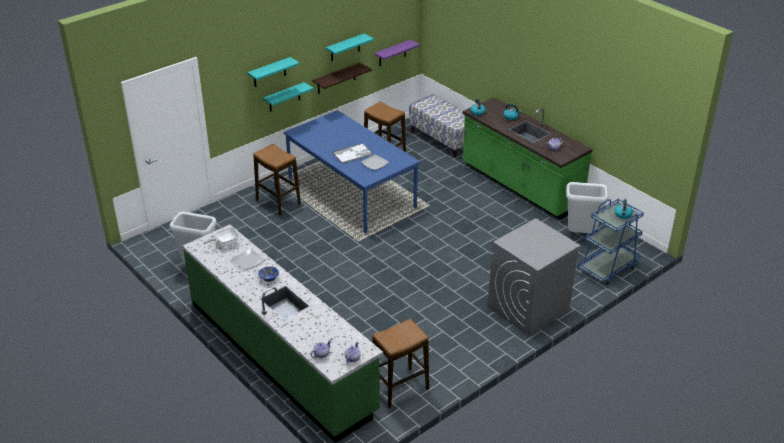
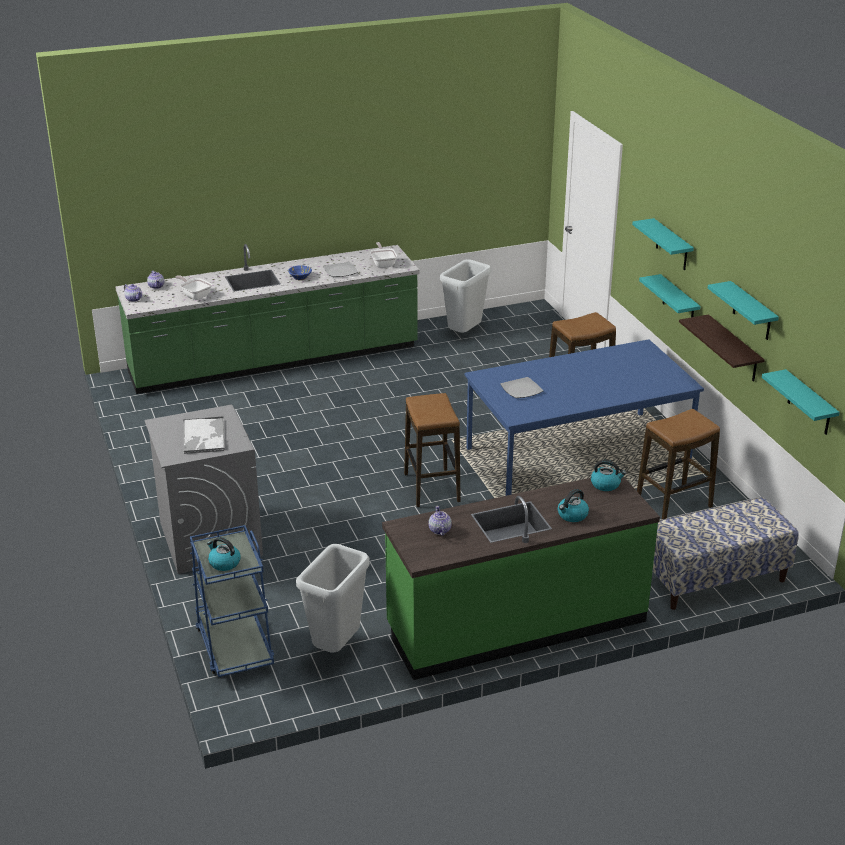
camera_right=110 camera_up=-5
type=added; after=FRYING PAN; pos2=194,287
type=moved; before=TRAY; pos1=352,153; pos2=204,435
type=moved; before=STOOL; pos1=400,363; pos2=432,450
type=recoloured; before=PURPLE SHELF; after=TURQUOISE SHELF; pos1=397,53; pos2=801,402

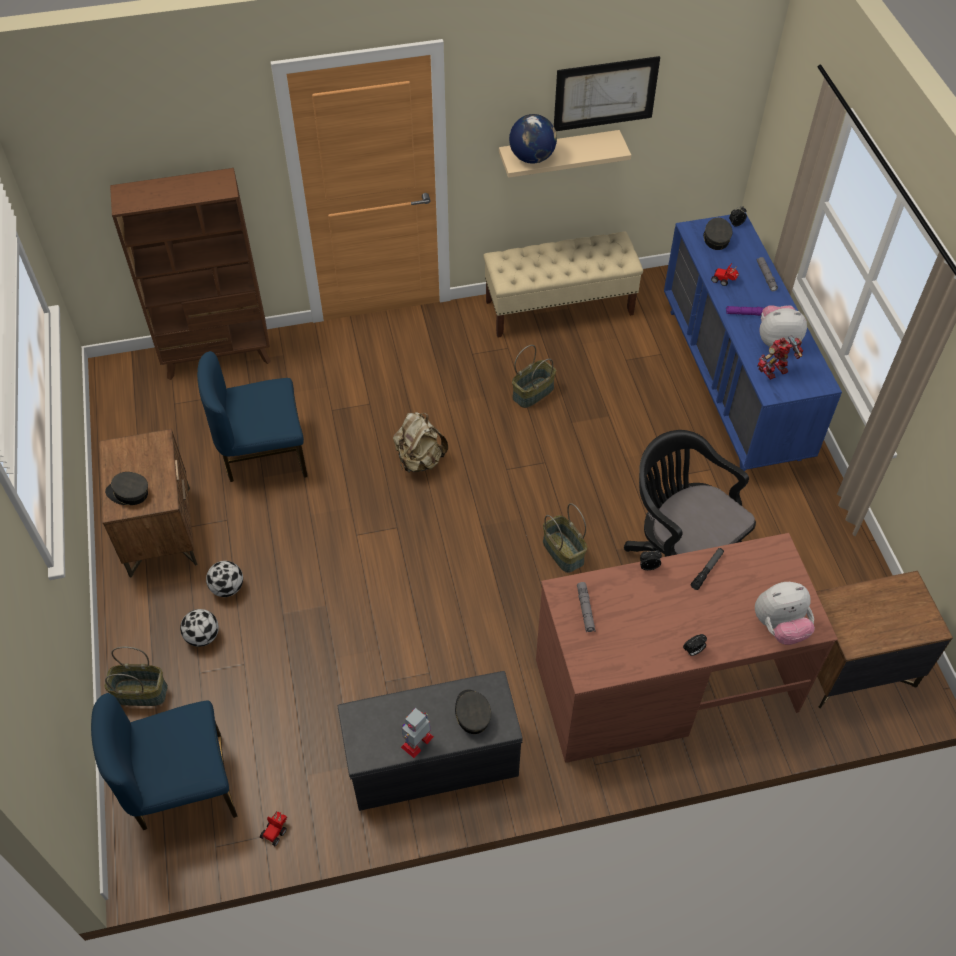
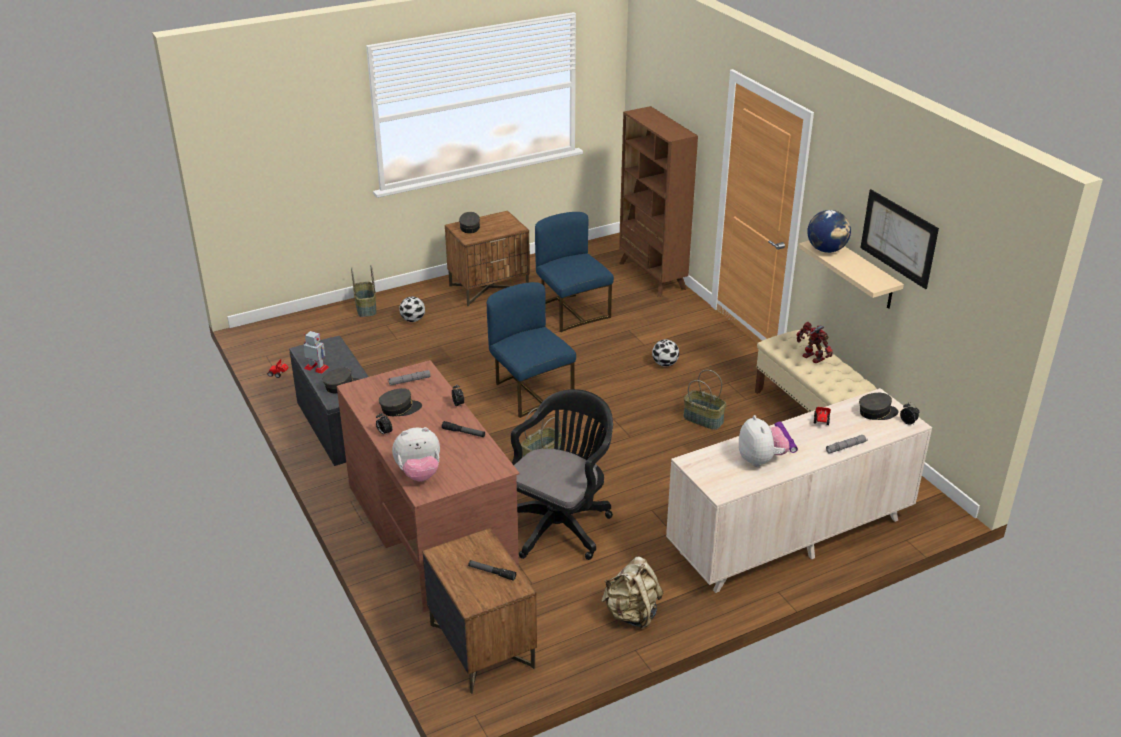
camera_right=75 camera_up=-20
type=added; after=GREY CAP; pos2=400,402
type=turned; before=PLUSH TOY; pos1=785,613; pos2=416,454; turn=-75
type=added; after=FLASHLIGHT; pos2=492,570
type=moved; before=BLUE CHAIR; pos1=164,761; pos2=531,350
type=moved; before=BEIGE BACKPACK; pos1=420,442; pos2=632,592
type=moved; before=FOOTBALL; pos1=224,579; pos2=665,353
type=recoloured; before=BLUE DRESSER; after=BEIGE DRESSER; pos1=753,341; pos2=799,490
type=moved; before=TOY ROBOT; pos1=780,357; pos2=814,342

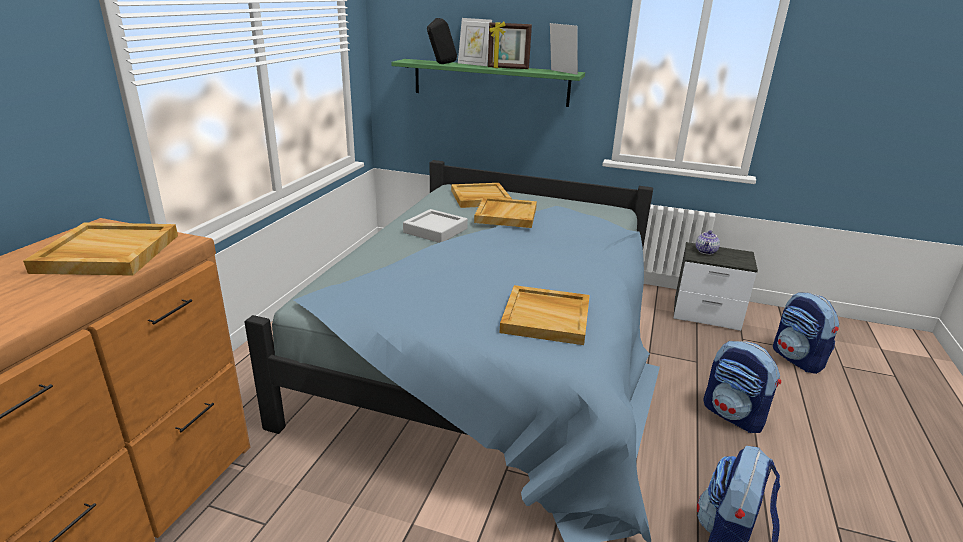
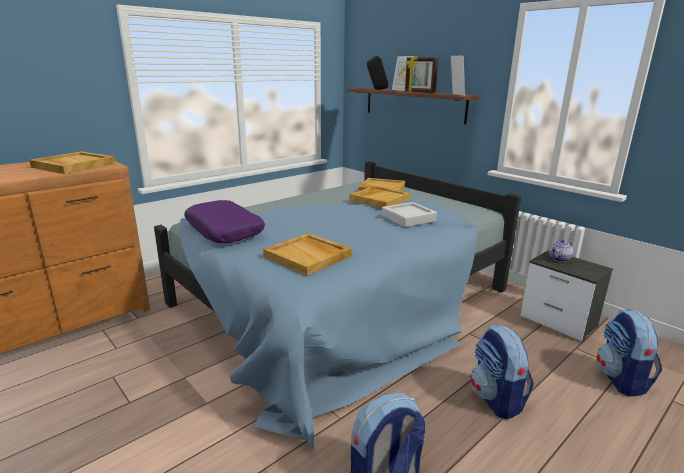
camera_right=30 camera_up=-5
type=added; after=PURPLE PILLOW; pos2=224,221
type=recoloured; before=GREEN SHELF; after=BROWN SHELF; pos1=488,83; pos2=413,106
type=moved; before=GREY TRAY; pos1=435,226; pos2=409,214

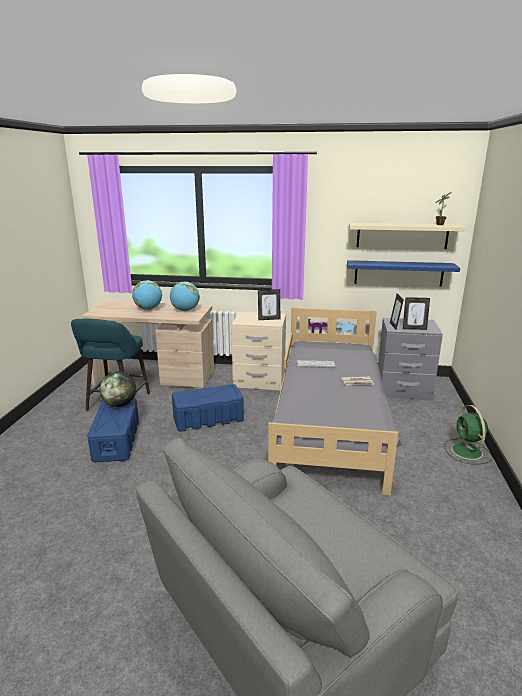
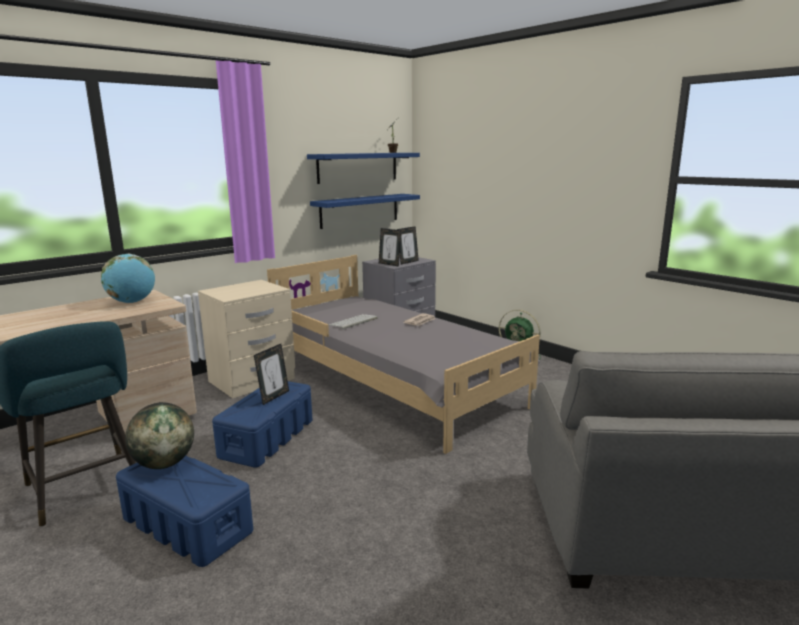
camera_right=-50 camera_up=-5
type=moved; before=PICTURE FRAME; pos1=269,304; pos2=271,374
type=recoloured; before=BEIGE SHELF; after=BLUE SHELF; pos1=407,235; pos2=363,168
type=removed; before=GLOBE; pos1=147,295

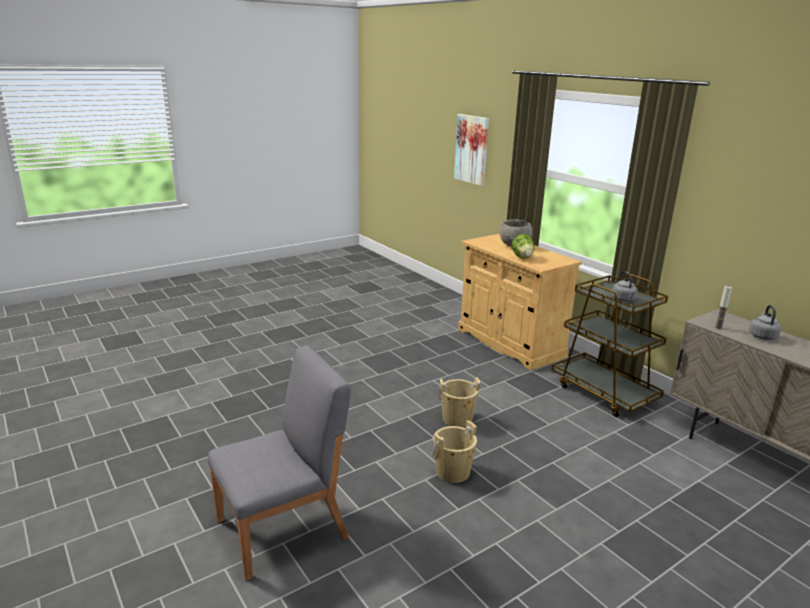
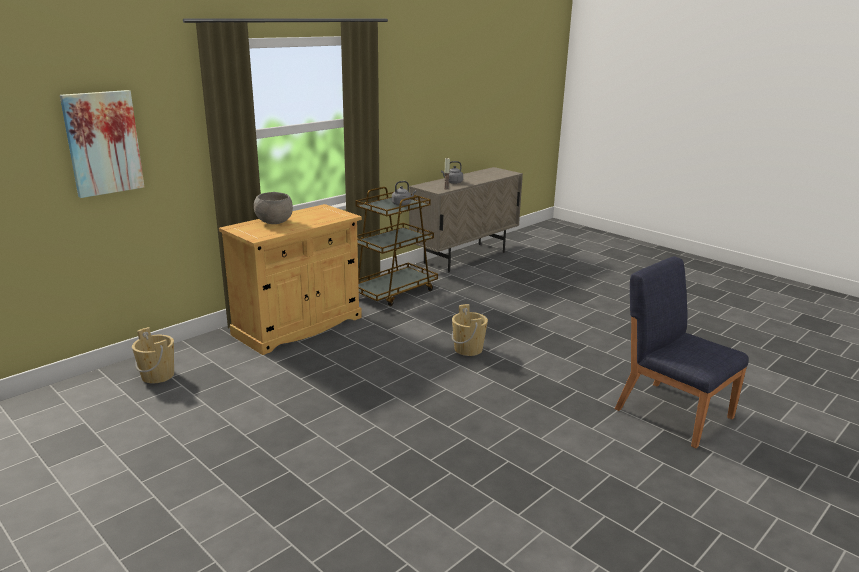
camera_right=-100 camera_up=0
type=moved; before=BEIGE BUCKET; pos1=454,451; pos2=153,355
type=recoloured; before=GREY CHAIR; after=BLUE CHAIR; pos1=279,462; pos2=681,352
type=removed; before=LETTUCE; pos1=523,246

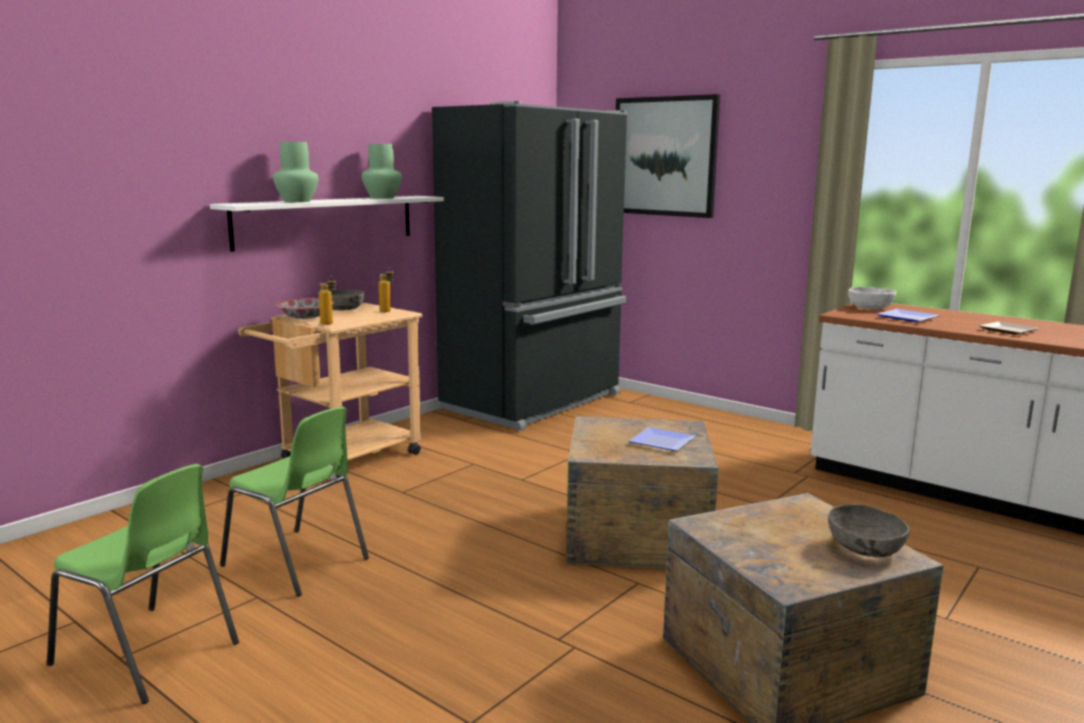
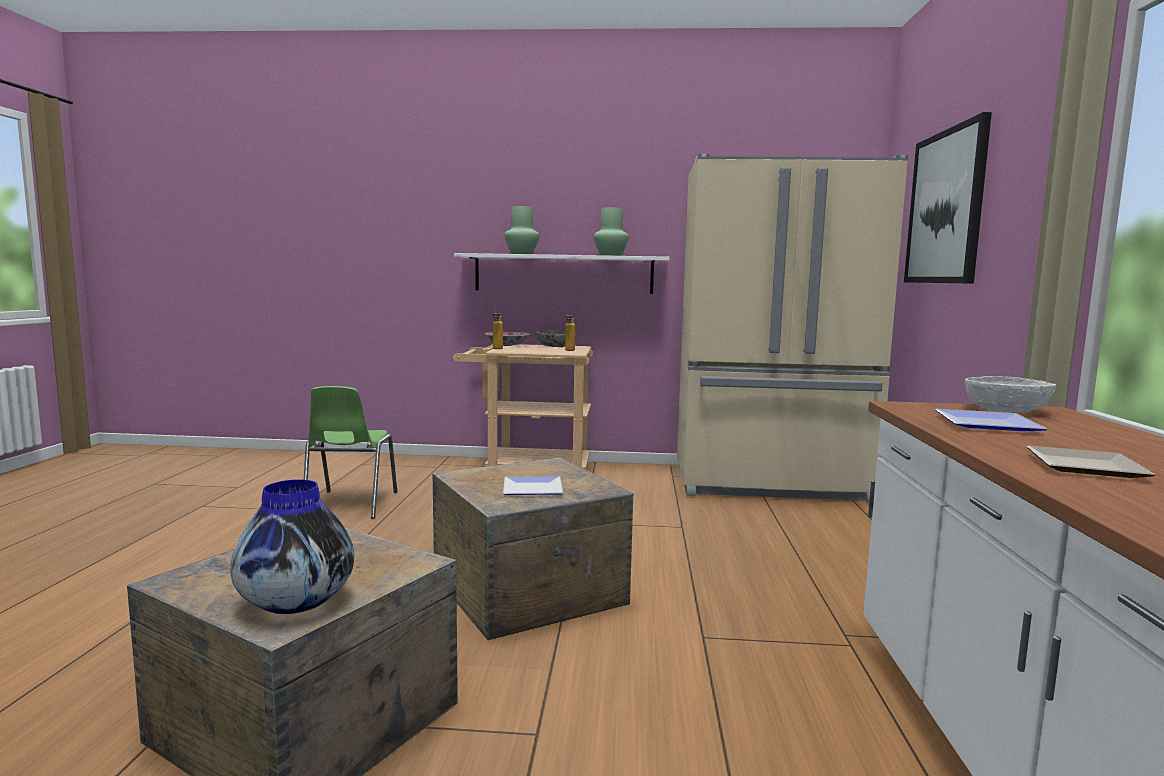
camera_right=55 camera_up=-5
type=replaced; before=GREY BOWL; after=VASE; pos1=868,531; pos2=292,546
type=recoloured; before=BLACK FRIDGE; after=BEIGE FRIDGE; pos1=530,265; pos2=792,328
type=removed; before=GREEN CHAIR; pos1=143,584

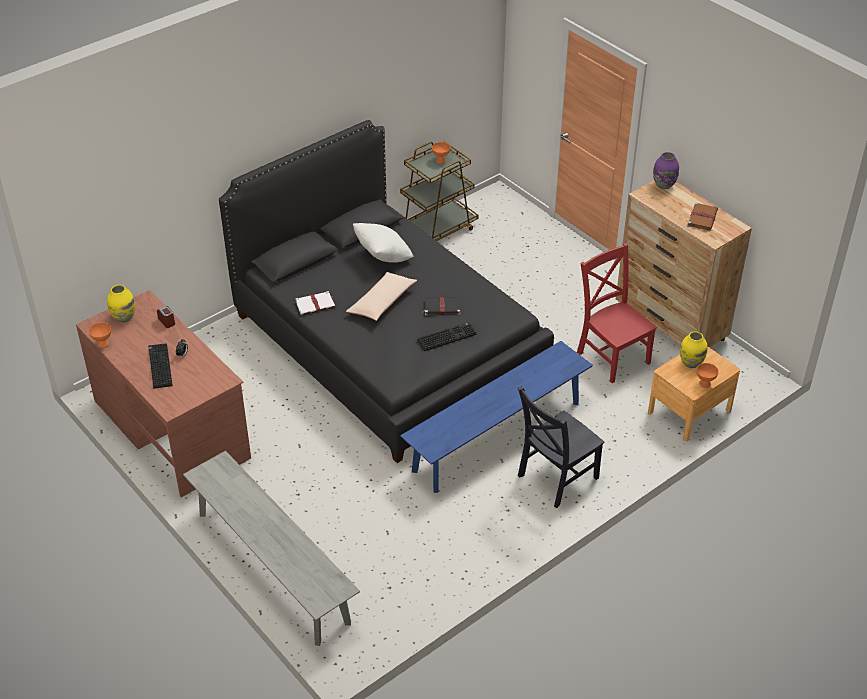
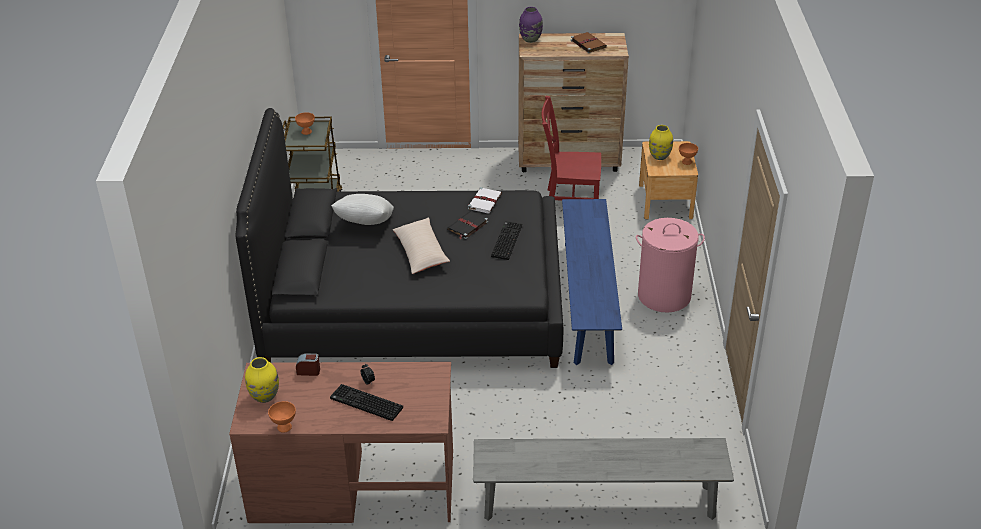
camera_right=-50 camera_up=-5
type=moved; before=WHITE BOOK; pos1=315,303; pos2=485,200
type=replaced; before=BLACK CHAIR; after=PINK LAUNDRY BASKET; pos1=561,447; pos2=670,265

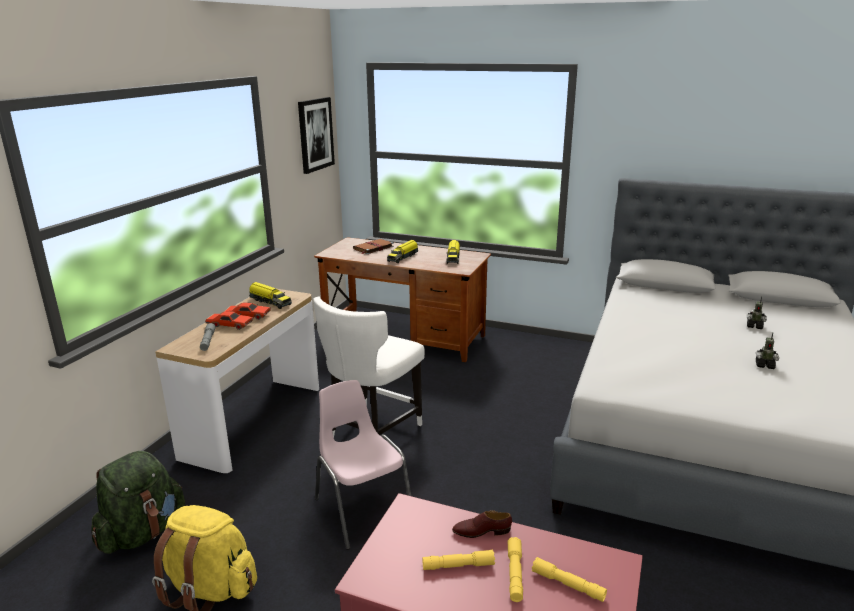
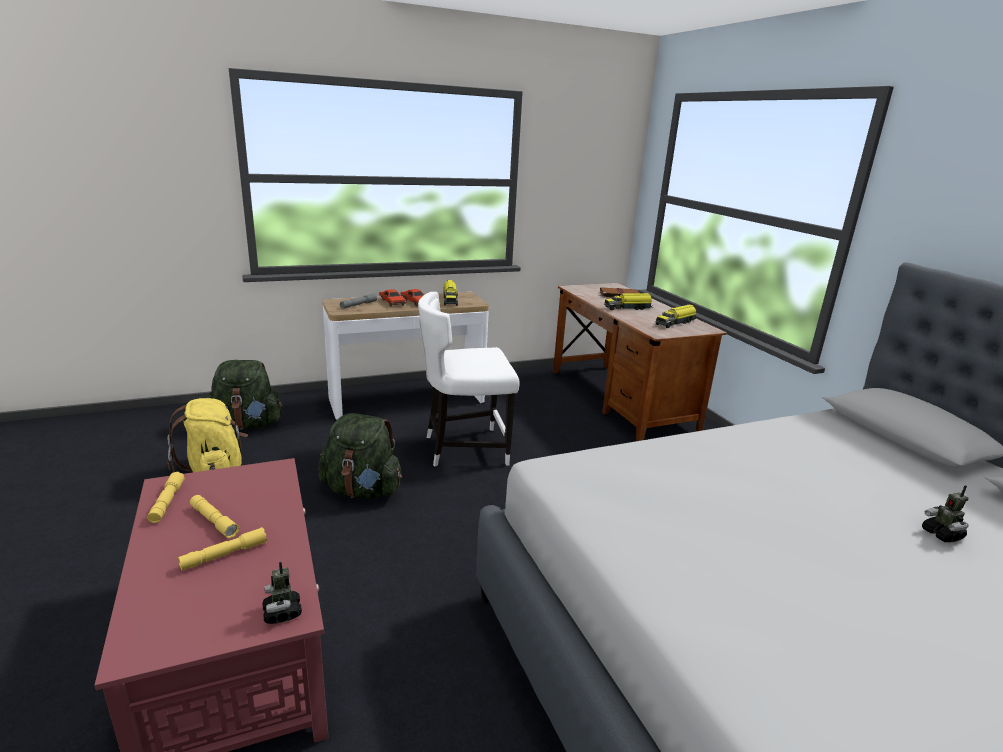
camera_right=45 camera_up=0
type=moved; before=YELLOW FLASHLIGHT; pos1=569,579; pos2=166,497
type=moved; before=TOY ROBOT; pos1=767,350; pos2=282,593
type=replaced; before=PINK CHAIR; after=GREEN BACKPACK; pos1=363,465; pos2=360,456
type=removed; before=PICTURE; pos1=316,135
type=removed; before=BROWN SHOE; pos1=482,524

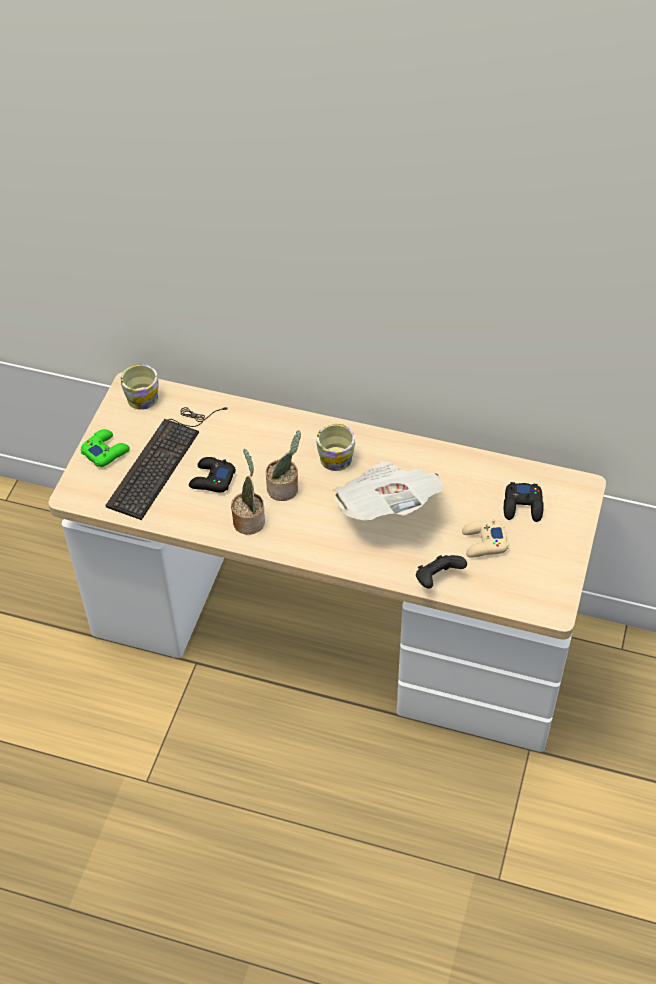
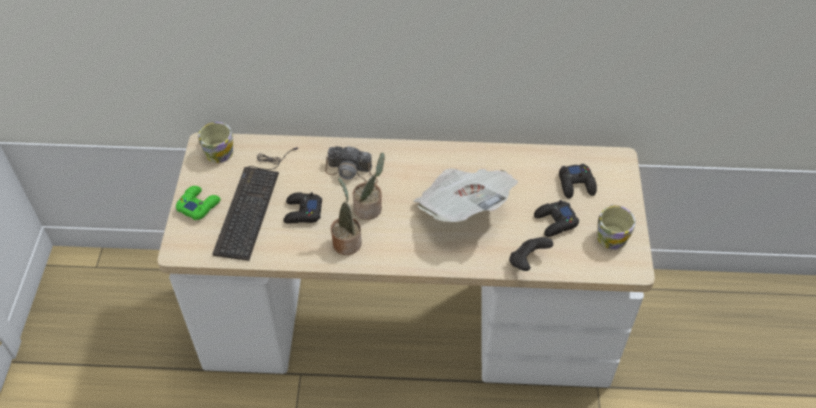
camera_right=-15 camera_up=0
type=added; after=PHOTO CAMERA; pos2=351,165
type=recoloured; before=BEIGE GAME CONTROLLER; after=BLACK GAME CONTROLLER; pos1=485,538; pos2=556,218
type=moved; before=MUG; pos1=336,447; pos2=616,227

